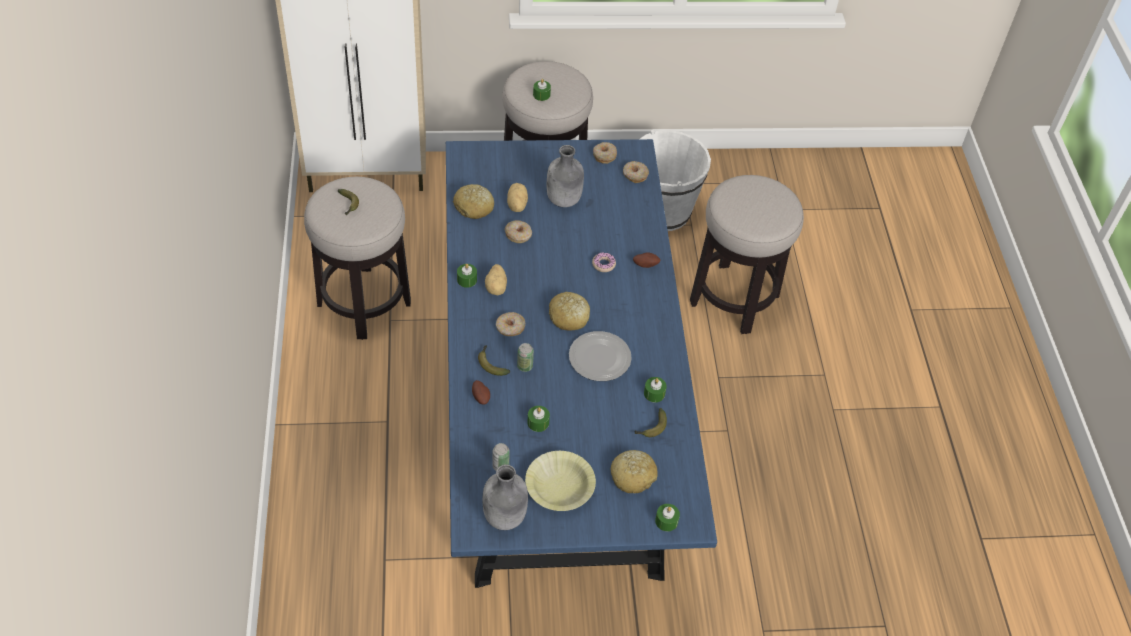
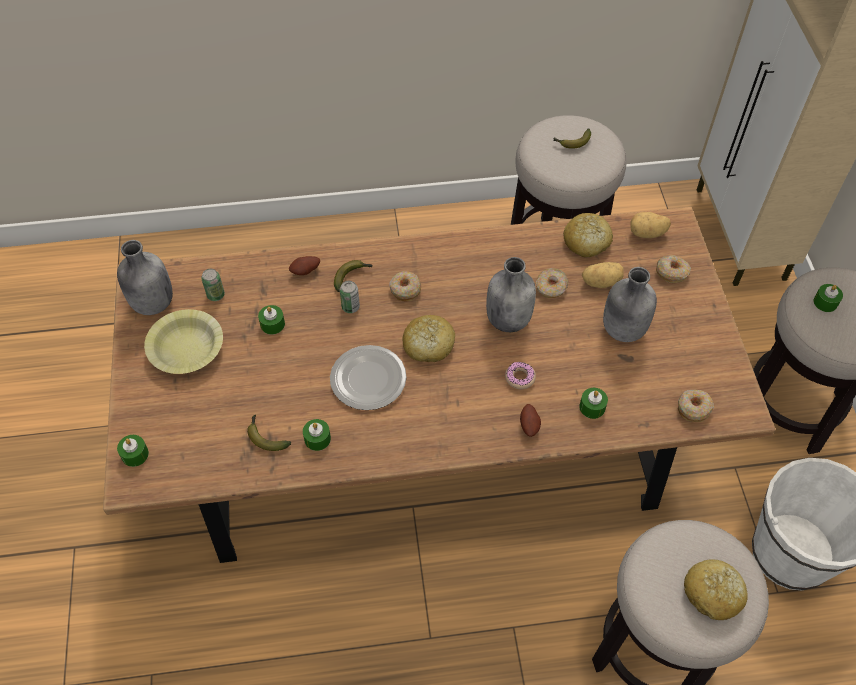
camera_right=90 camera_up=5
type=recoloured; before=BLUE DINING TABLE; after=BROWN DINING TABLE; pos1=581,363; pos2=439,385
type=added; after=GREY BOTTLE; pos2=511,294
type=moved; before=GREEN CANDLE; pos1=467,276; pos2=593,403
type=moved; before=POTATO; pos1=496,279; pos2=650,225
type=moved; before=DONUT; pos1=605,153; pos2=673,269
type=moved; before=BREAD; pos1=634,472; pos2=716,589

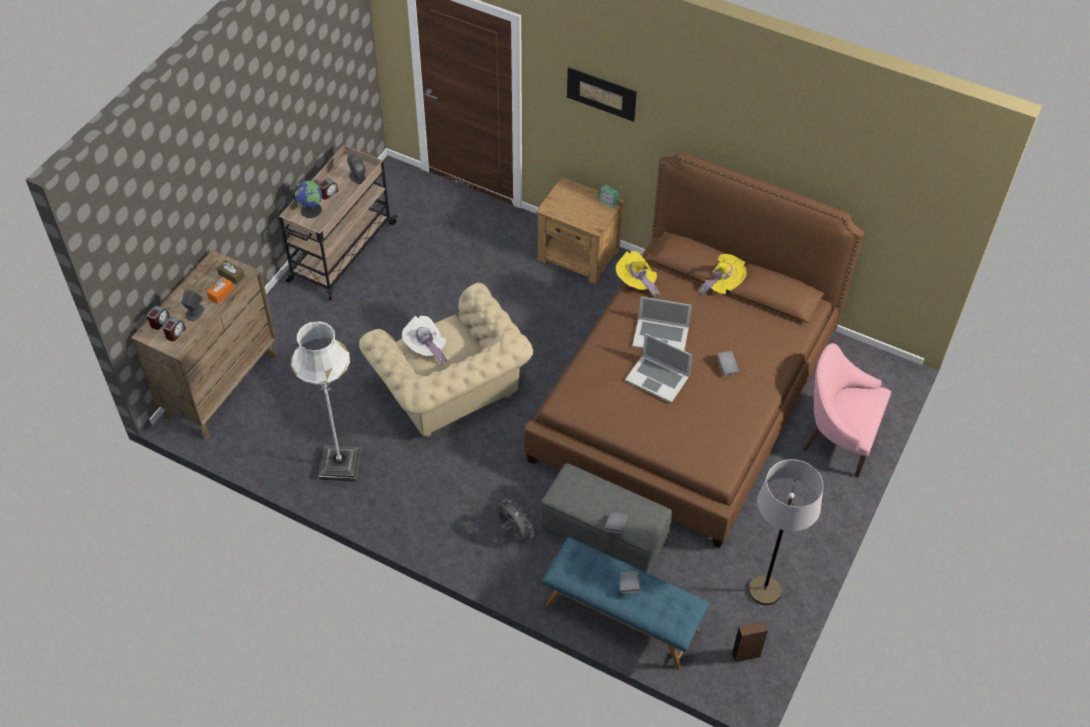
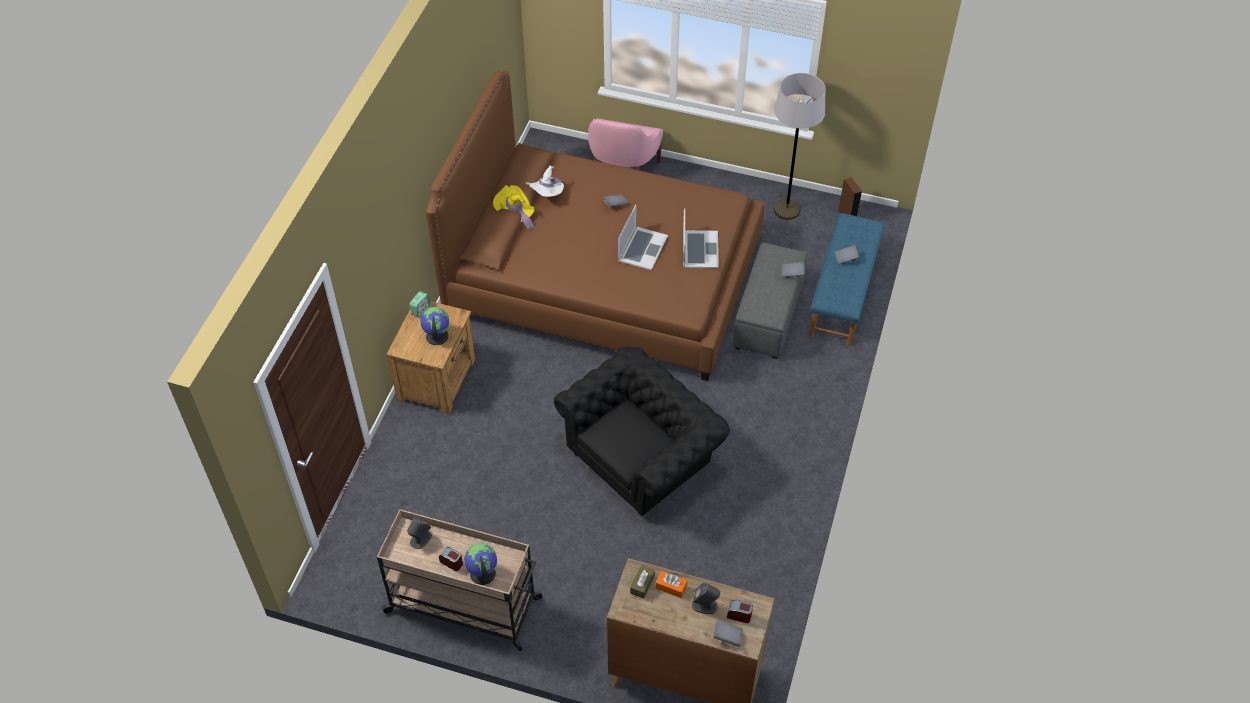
camera_right=-100 camera_up=0
type=added; after=GLOBE; pos2=434,326
type=moved; before=WHITE HAT; pos1=424,341; pos2=546,181
type=recoloured; before=BEIGE ARMCHAIR; after=BLACK ARMCHAIR; pos1=446,360; pos2=642,431
type=moved; before=LAPTOP; pos1=662,324; pos2=701,238
type=replaced; before=ALARM CLOCK; after=GREY BOOK; pos1=158,318; pos2=728,633
type=removed; before=WHITE FLOOR LAMP; pos1=326,401
type=removed; before=GREY FAN; pos1=515,520
type=removed; before=PICTURE; pos1=602,94
type=removed; before=YELLOW HAT; pos1=638,275

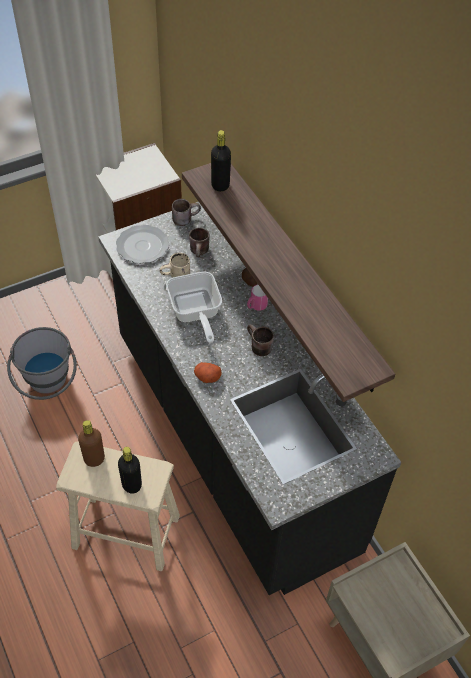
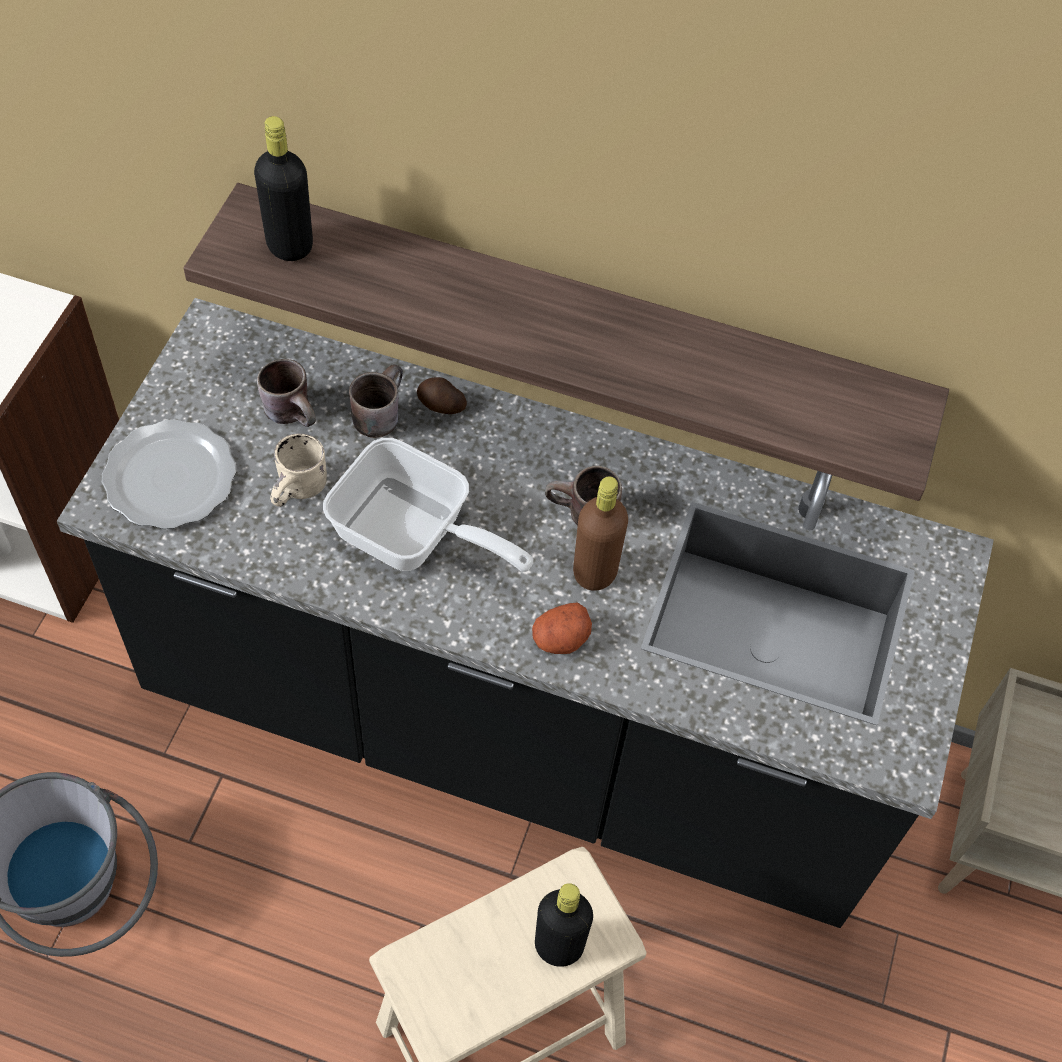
camera_right=-45 camera_up=5
type=moved; before=BROWN MUG; pos1=186,212; pos2=376,401
type=moved; before=BROWN BOTTLE; pos1=91,443; pos2=600,533
type=removed; before=PINK MUG; pos1=257,298

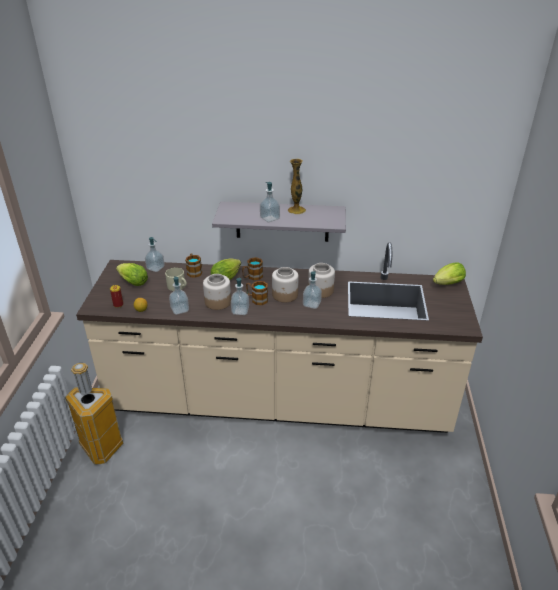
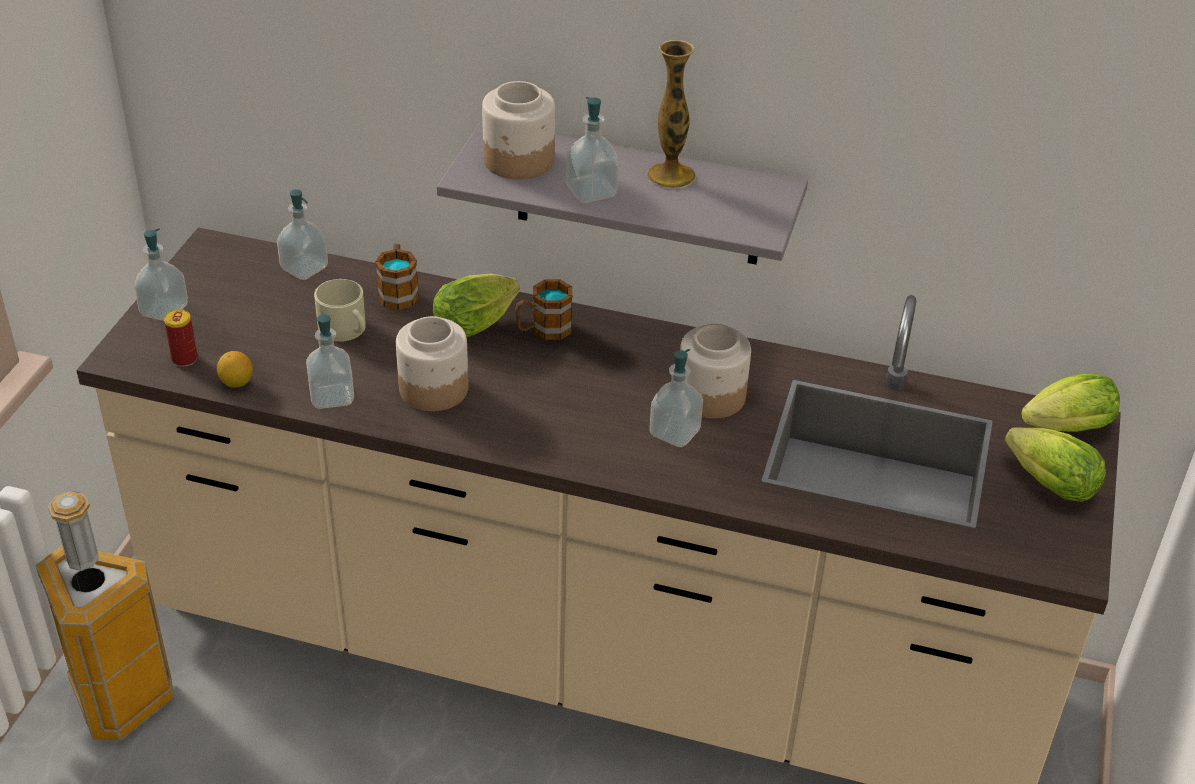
camera_right=10 camera_up=5
type=moved; before=SOAP DISPENSER; pos1=240,296; pos2=161,274
type=moved; before=JAR; pos1=285,285; pos2=518,130
type=moved; before=LETTUCE; pos1=132,274; pos2=1055,464
type=removed; before=MUG; pos1=257,293

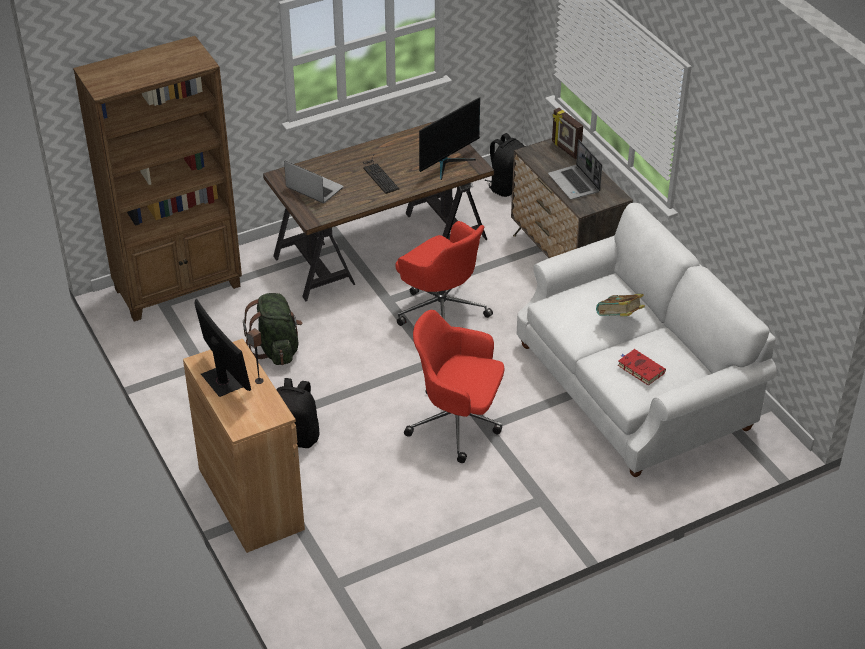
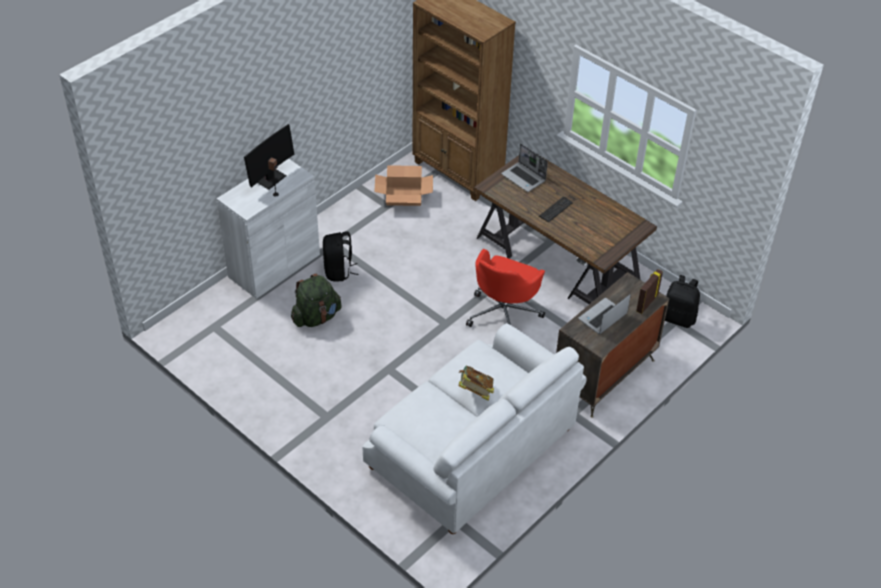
camera_right=70 camera_up=5
type=recoloured; before=BROWN CABINET; after=WHITE CABINET; pos1=244,446; pos2=268,228
type=moved; before=GREEN BACKPACK; pos1=272,329; pos2=316,300
type=added; after=CARDBOARD BOX; pos2=403,185
type=turned; before=LAPTOP; pos1=314,182; pos2=524,167; turn=120
type=removed; before=RED OFFICE CHAIR; pos1=454,386
type=removed; before=MONITOR; pos1=449,138
type=removed; before=RED BOOK; pos1=642,367

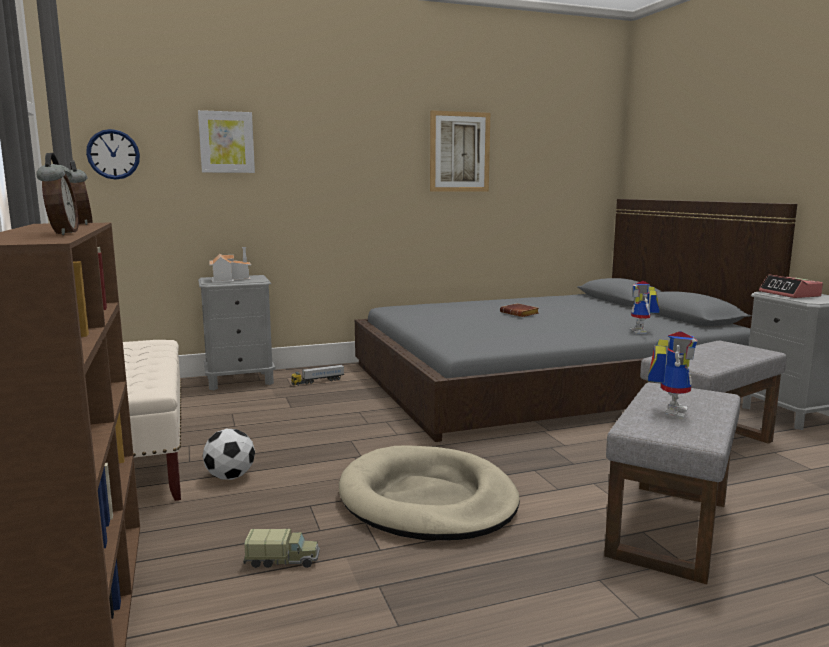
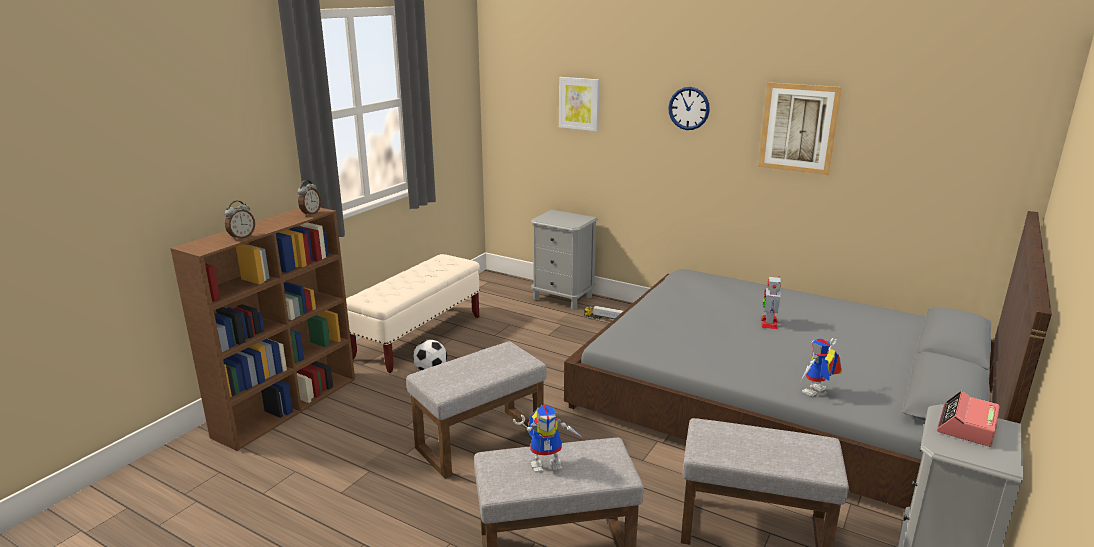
camera_right=50 camera_up=10
type=replaced; before=BEIGE DOG BED; after=GREY OTTOMAN; pos1=429,493; pos2=476,410
type=moved; before=WALL CLOCK; pos1=113,154; pos2=689,108
type=replaced; before=BROWN BOOK; after=TOY ROBOT; pos1=519,310; pos2=771,302
type=removed; before=TOY HOUSE; pos1=230,265
type=removed; before=TOY TRUCK; pos1=281,548

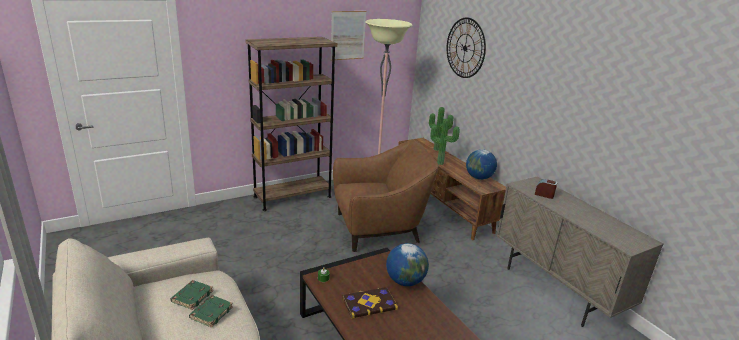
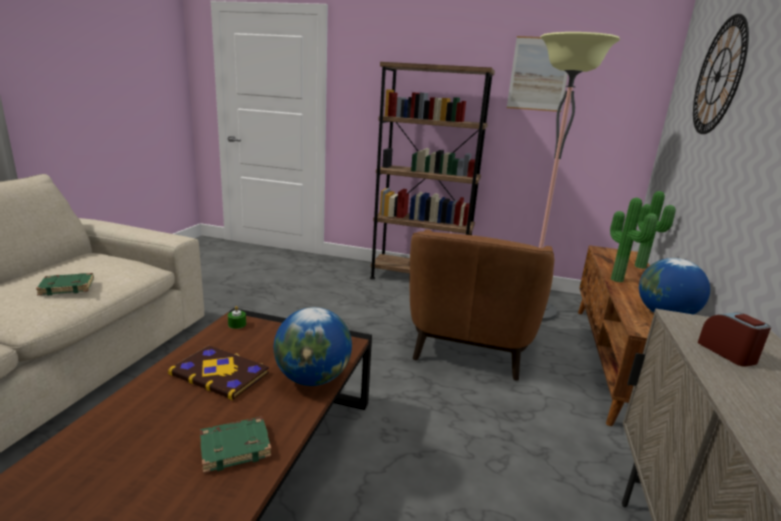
camera_right=45 camera_up=-5
type=moved; before=GREEN BOOK; pos1=191,295; pos2=236,444
type=turned; before=BROWN ARMCHAIR; pos1=385,196; pos2=482,305; turn=75

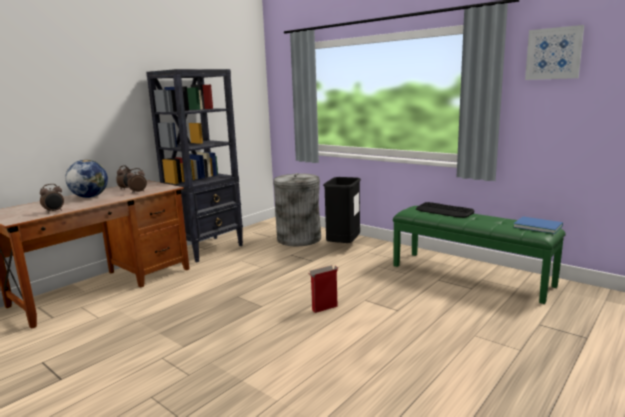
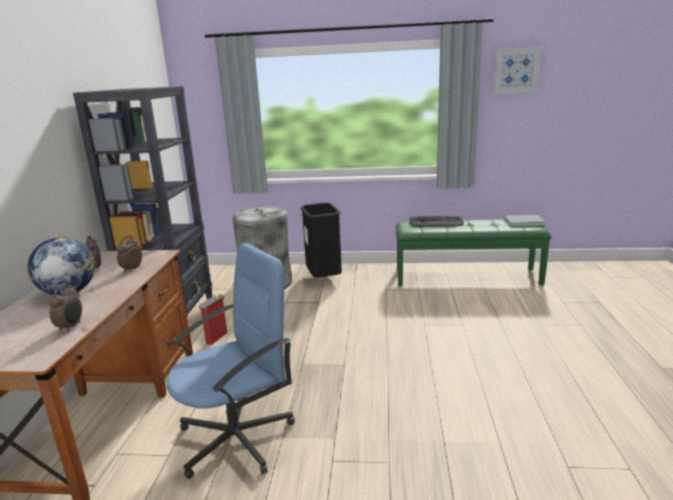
camera_right=-35 camera_up=5
type=added; after=BLUE OFFICE CHAIR; pos2=231,361
type=moved; before=CARDBOARD BOX; pos1=324,289; pos2=212,319
type=recoloured; before=BLUE BOOK; after=GREY BOOK; pos1=538,225; pos2=525,220

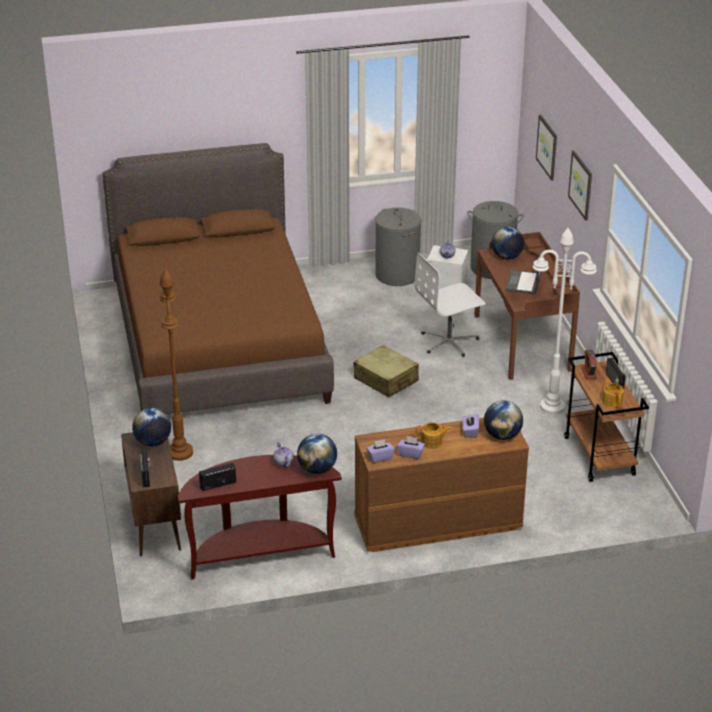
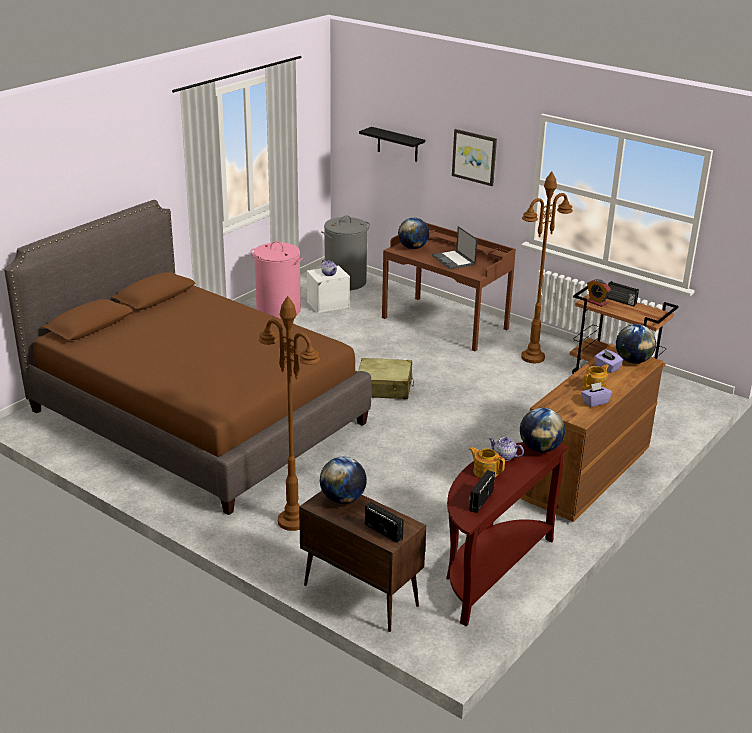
camera_right=-40 camera_up=-5
type=recoloured; before=GREY LAUNDRY BASKET; after=PINK LAUNDRY BASKET; pos1=398,246; pos2=276,280
type=replaced; before=PICTURE; after=BLACK SHELF; pos1=546,148; pos2=392,144
type=moved; before=TEAPOT; pos1=613,393; pos2=487,462
type=recoloured; before=WHITE FLOOR LAMP; after=BROWN FLOOR LAMP; pos1=565,321; pos2=547,267
type=removed; before=PURPLE TISSUE BOX; pos1=380,451
type=removed; before=WHITE OFFICE CHAIR; pos1=450,304

